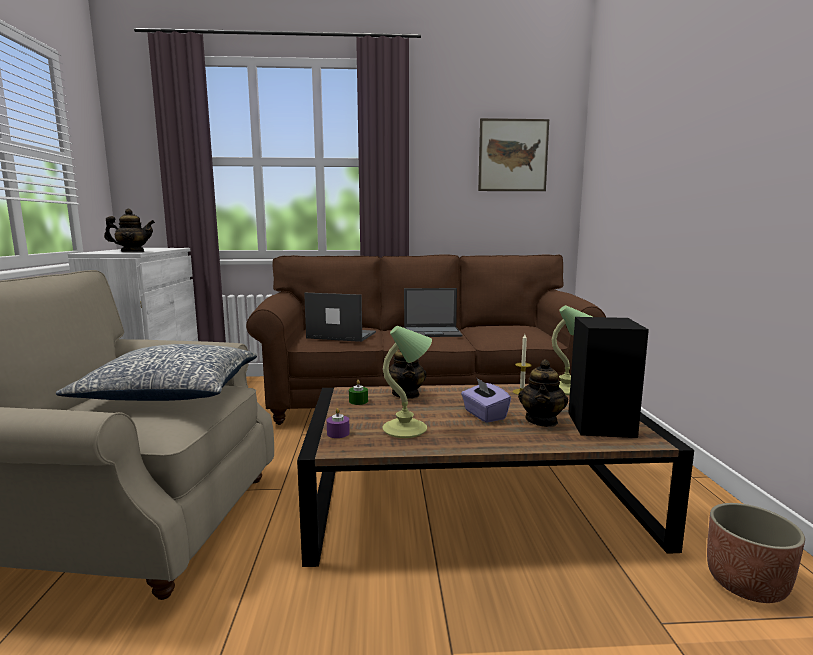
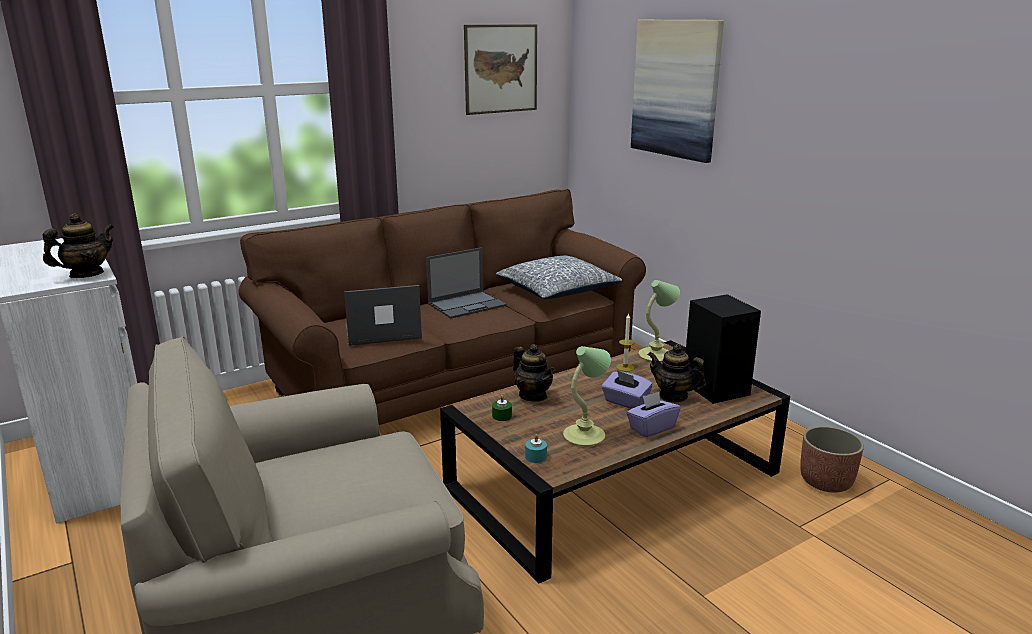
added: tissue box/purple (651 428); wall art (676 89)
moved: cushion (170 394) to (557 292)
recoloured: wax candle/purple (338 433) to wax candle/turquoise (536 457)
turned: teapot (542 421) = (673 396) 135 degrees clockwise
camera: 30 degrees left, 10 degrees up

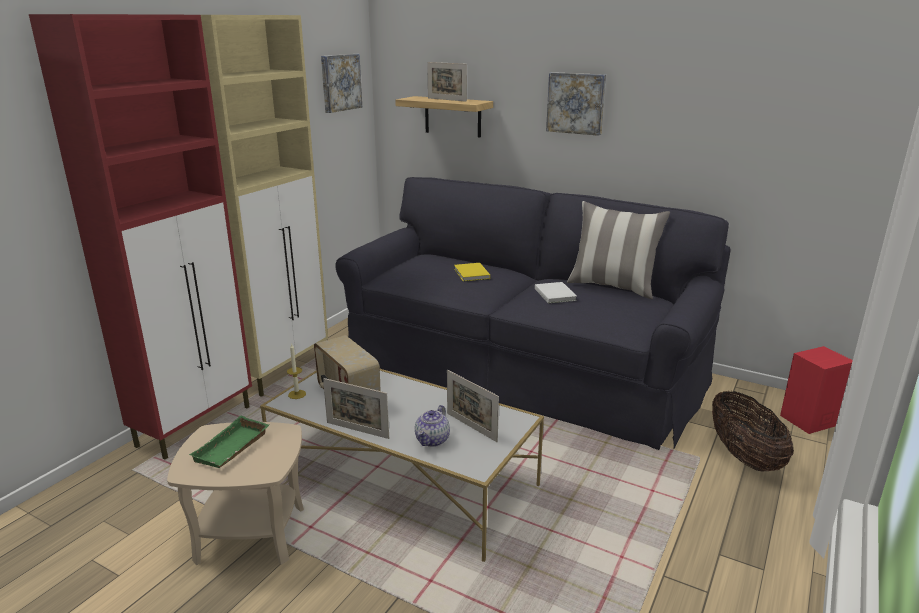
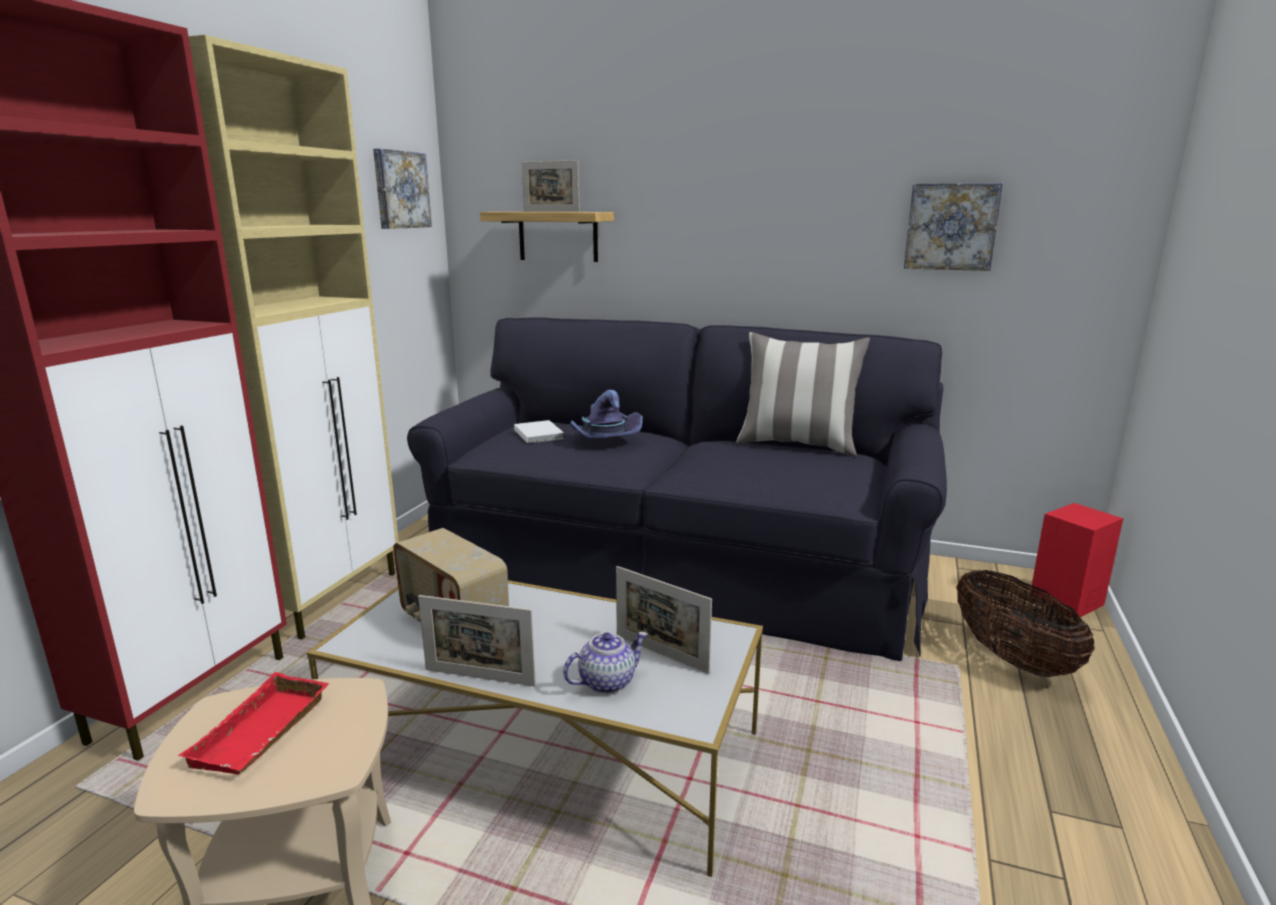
removed: wax candle (297 394)
moved: bound book/white (555 294) to (539 434); wall art (576 103) to (951 226)
replaced: bound book/yellow (471 274) to wearable hat/purple (604 440)
recoloured: carrying tray/green (232 448) to carrying tray/red-coloured (263 733)
turned: teapot (432 440) = (607 681) 135 degrees counterclockwise
camera: 10 degrees left, 5 degrees down

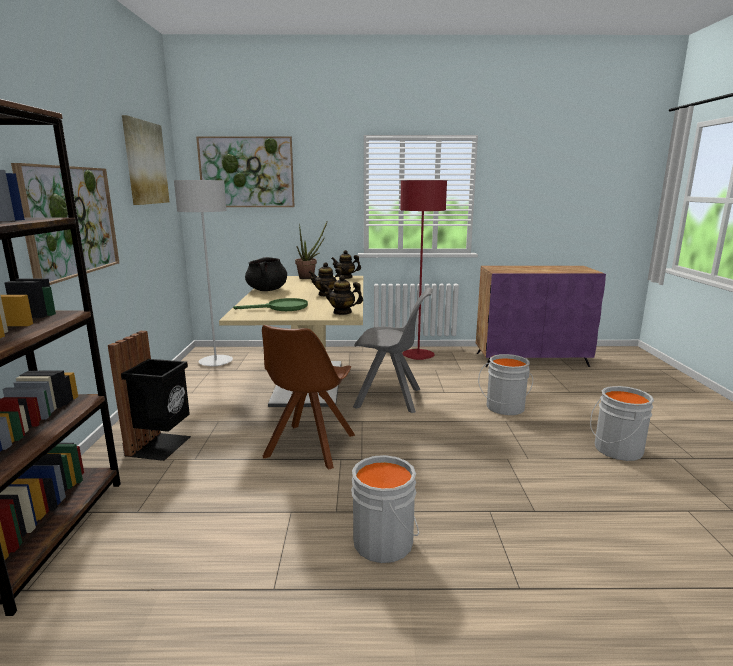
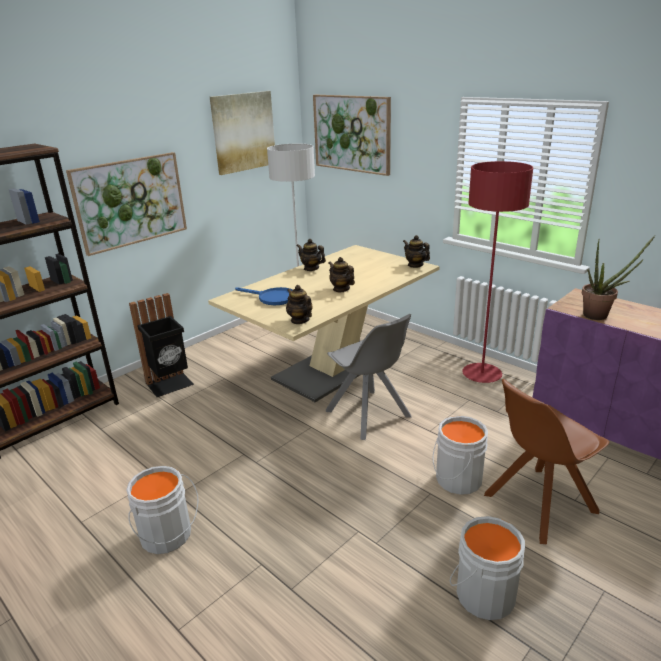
moved: upright chair/brown (309 447) to (537 504); potted plant (309 277) to (600 315)
replaced: cooking pot/black-coloured (267 290) to teapot (311 268)
recoloured: skillet/green (282 308) to skillet/blue (272 298)
camera: 45 degrees right, 10 degrees up

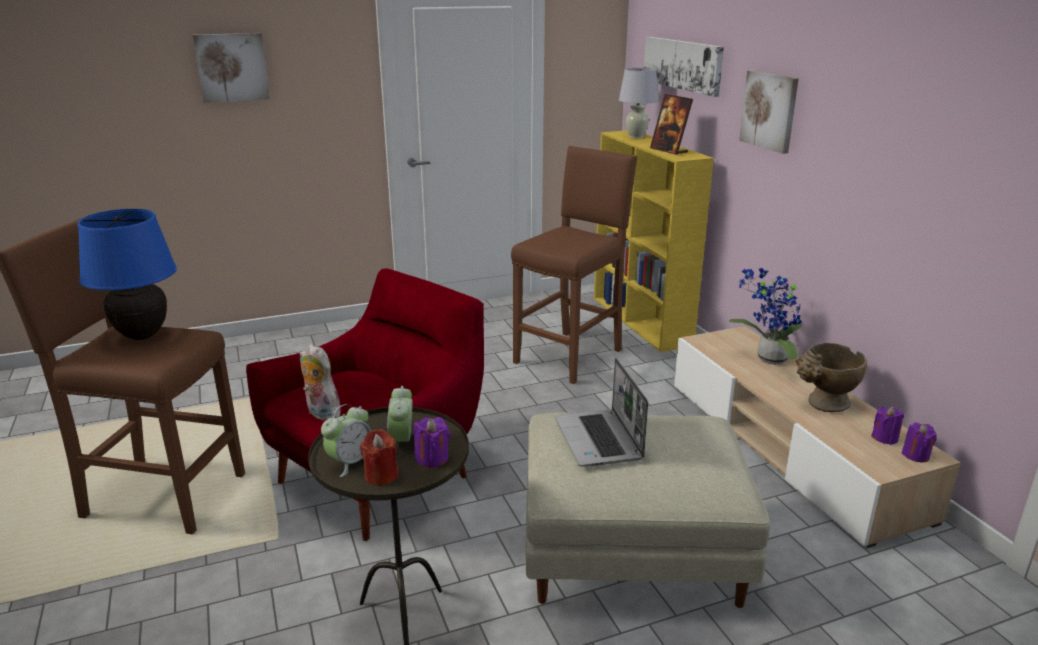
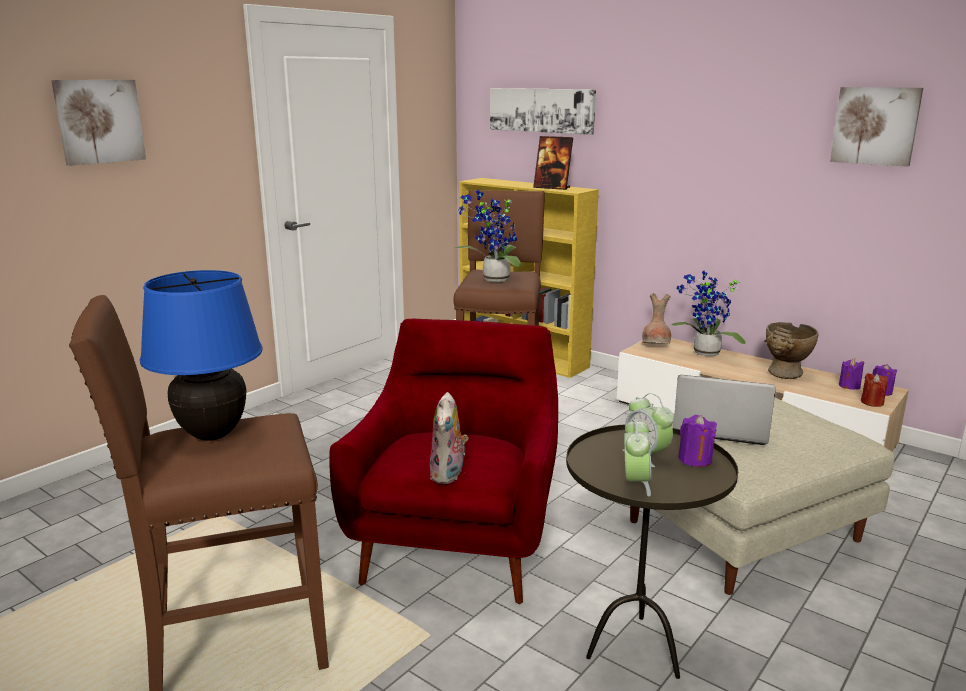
removed: table lamp/white (636 137)
added: potted plant (493 280); vase/brown (656 346)
moved: wax candle/red-coloured (381 476) to (872 402); wall art (769 111) to (875 126)
turned: cuddly toy (320 413) = (449 475) 90 degrees counterclockwise; notebook computer (599 440) = (718 428) 150 degrees clockwise
camera: 30 degrees left, 5 degrees down

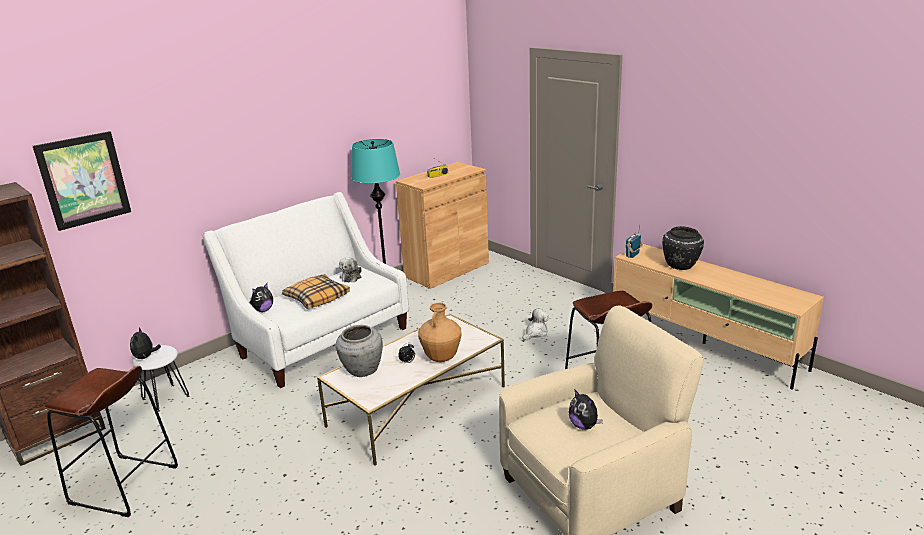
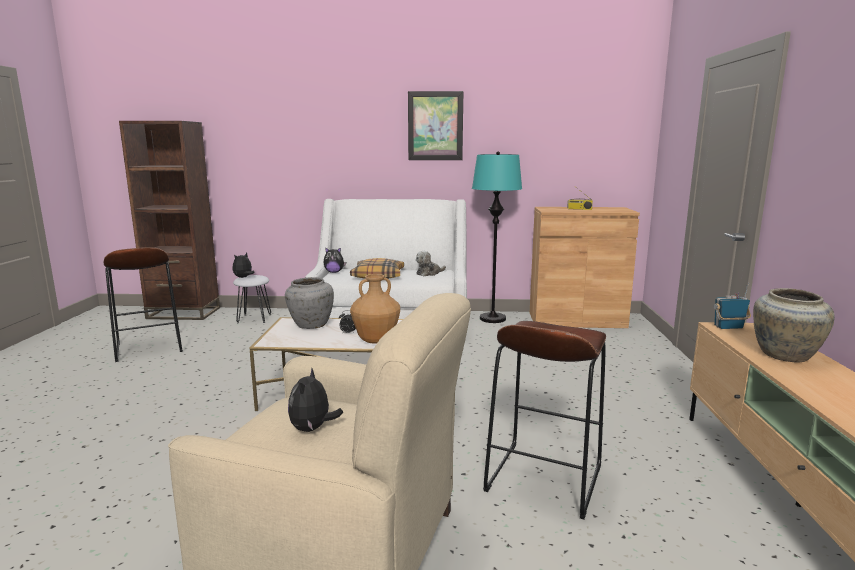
removed: cuddly toy (535 333)
moved: wall art (84 180) to (435 126)
recoloured: vase/black-coloured (680 266) to vase/sand-coloured (784 356)
camera: 45 degrees right, 10 degrees down

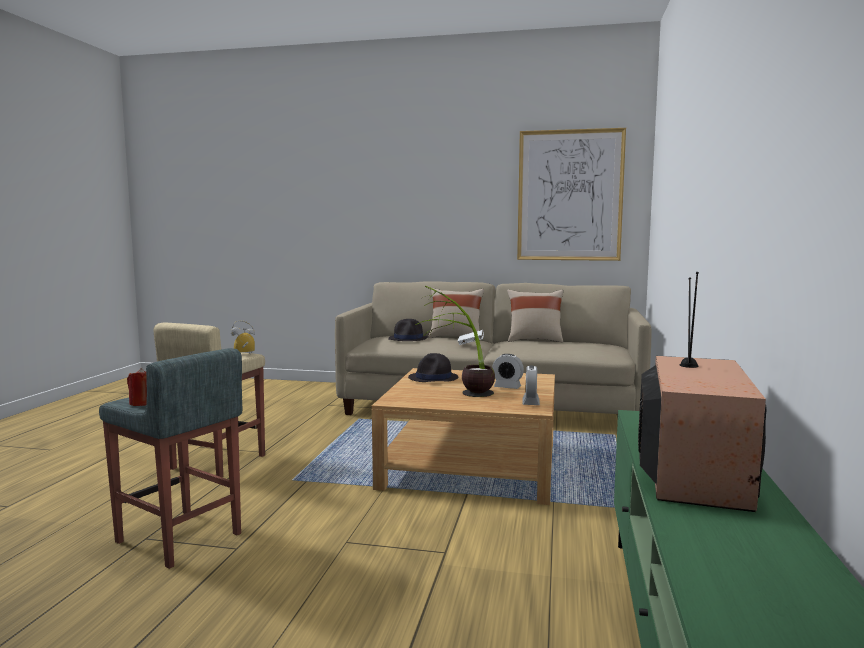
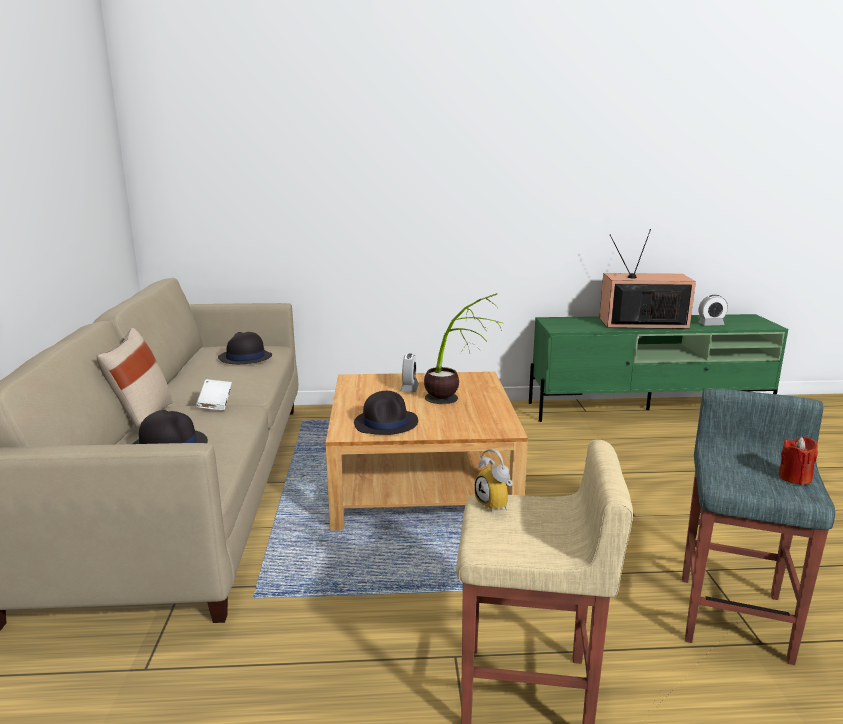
removed: cushion/sand-coloured (534 340); wall art (569 195)
added: wearable hat/black-coloured (245 357)
moved: bedside clock (530 402) to (711 324)
camera: 105 degrees left, 10 degrees up

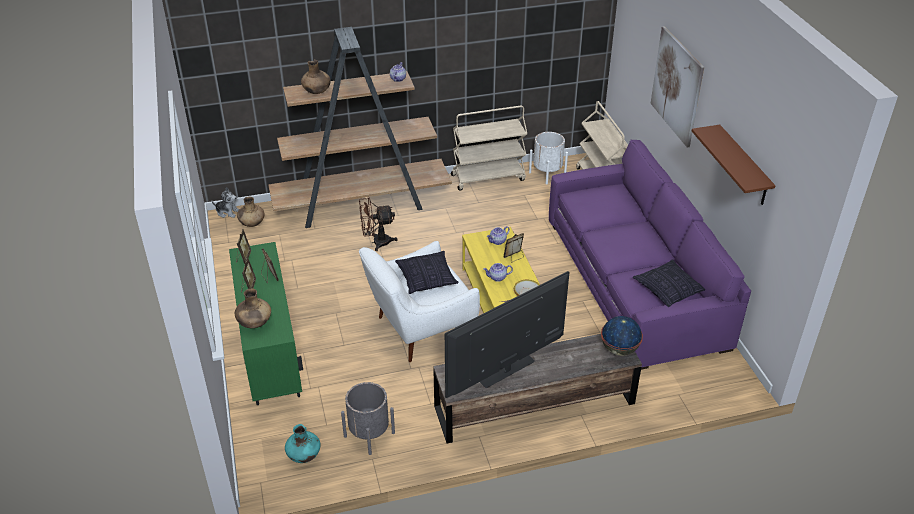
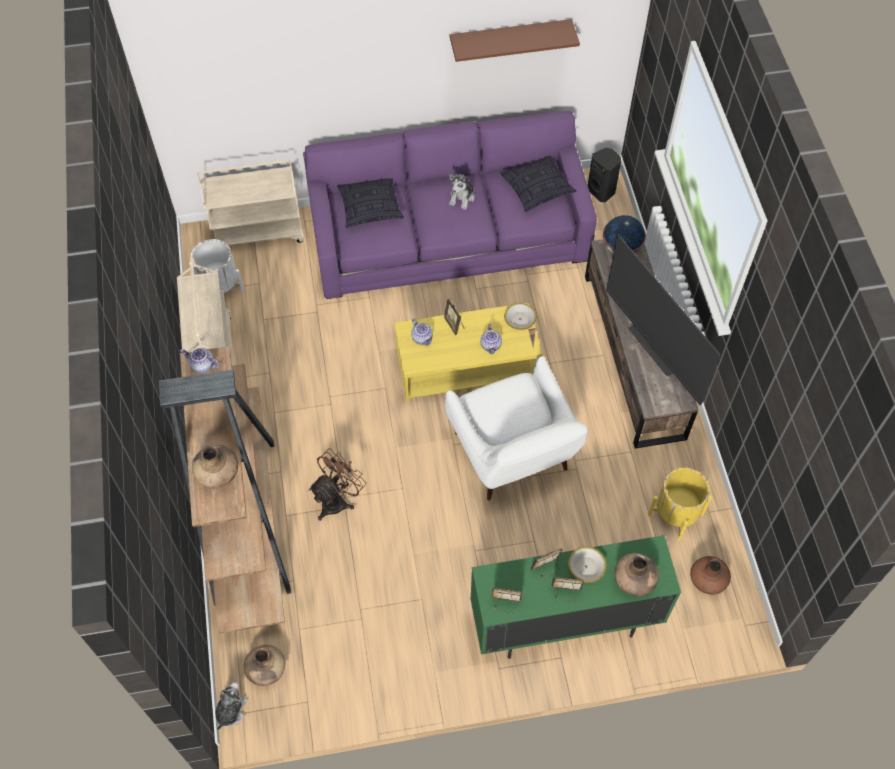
removed: wall art (677 86)
added: cuddly toy (462 197); serving bowl (586 567); loudspeaker/black-coloured (602 191)
moved: cushion (426 279) to (370 207)
recoloured: vase/turquoise (304 456) to vase/brown (707 581); planter/grey (369 434) to planter/yellow (676 514)
turned: electric fan/brown (376 242) = (337 500) 135 degrees counterclockwise
camera: 85 degrees left, 20 degrees up

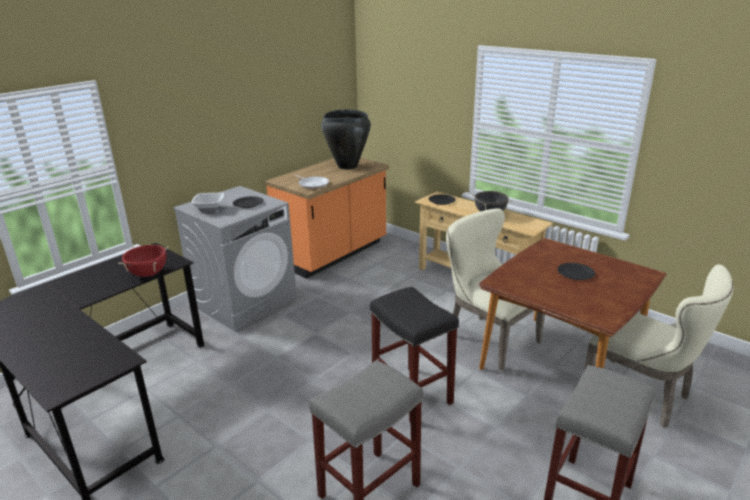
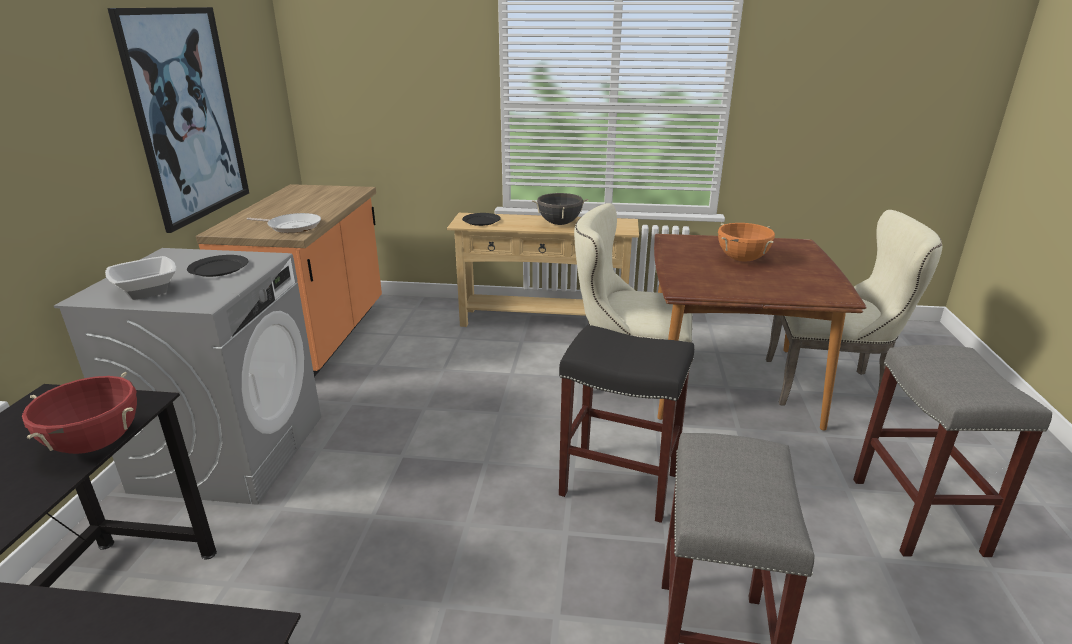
removed: vase/black-coloured (347 166)
added: wall art (187 116)
replaced: dinner plate/black-coloured (576 273) to cooking pot/orange-coloured (742 259)
camera: 35 degrees left, 0 degrees up

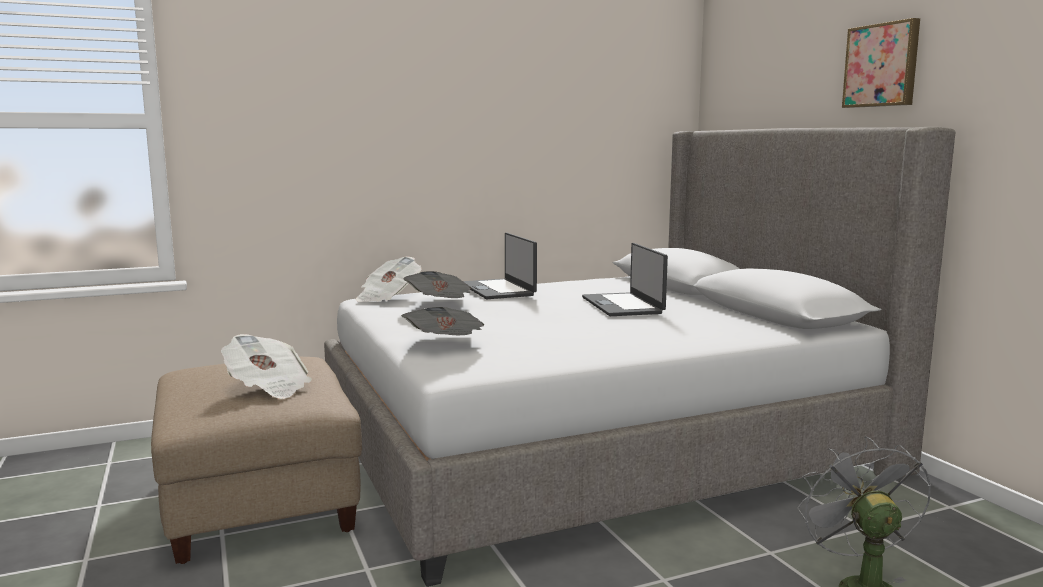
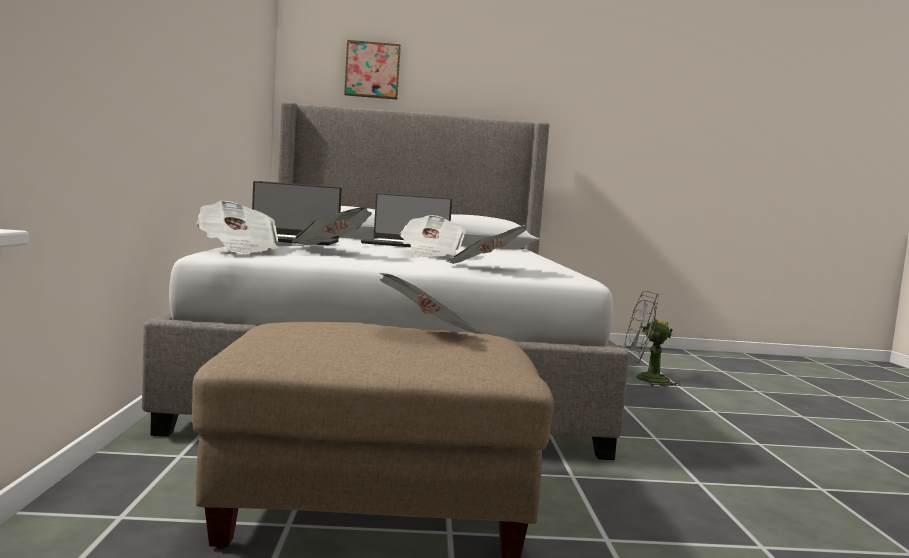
added: daily paper (430 255)
moved: wall art (882 65) to (372 70)
camera: 70 degrees left, 5 degrees down

